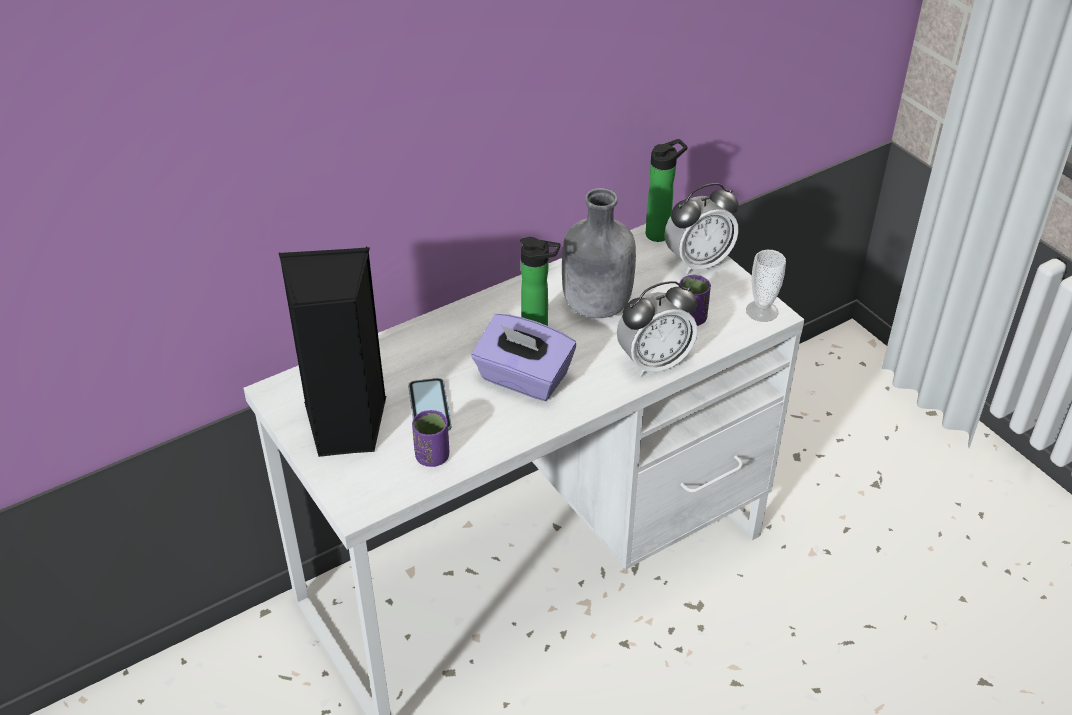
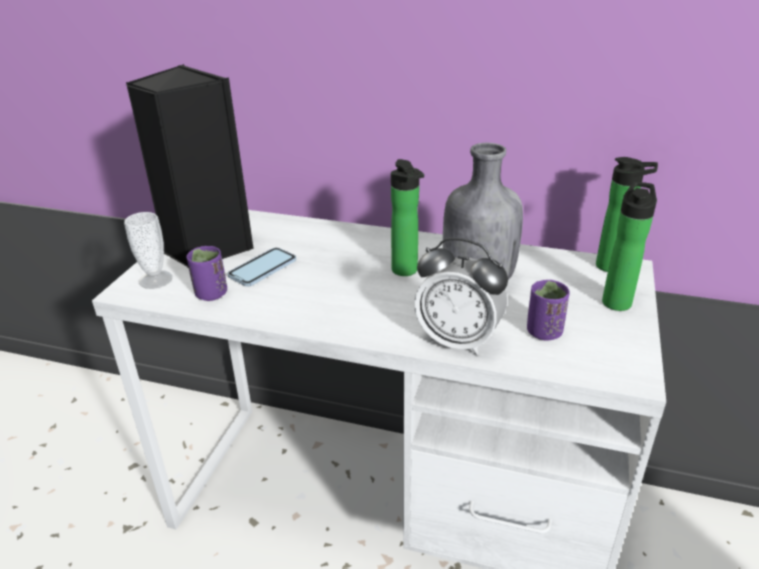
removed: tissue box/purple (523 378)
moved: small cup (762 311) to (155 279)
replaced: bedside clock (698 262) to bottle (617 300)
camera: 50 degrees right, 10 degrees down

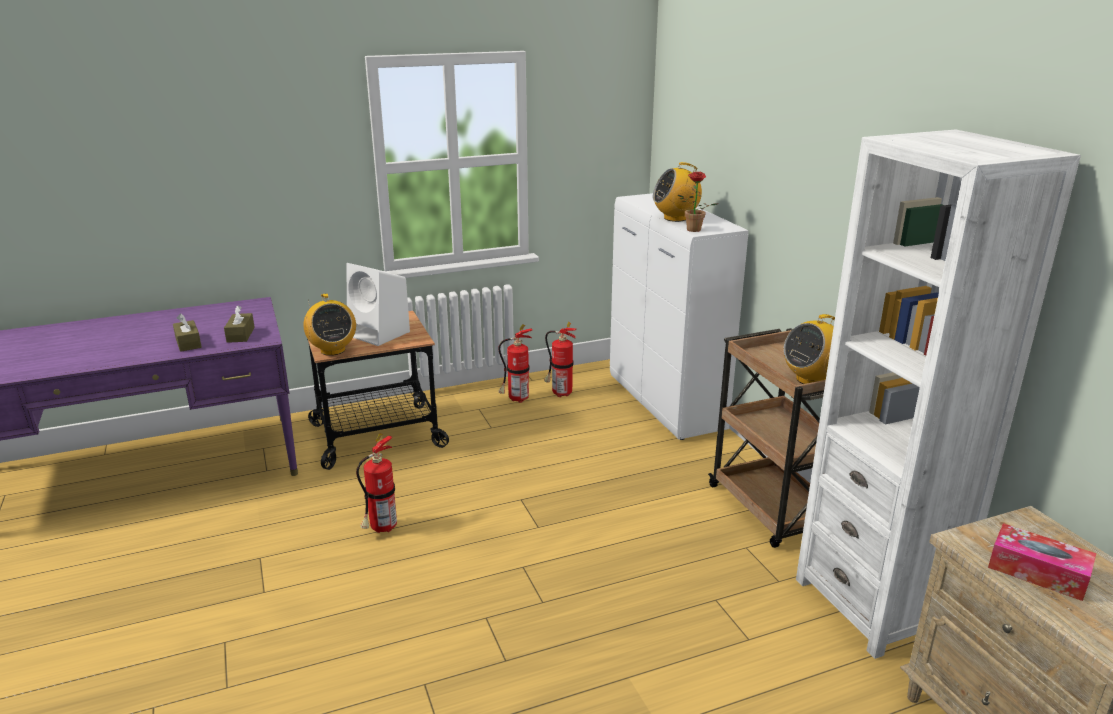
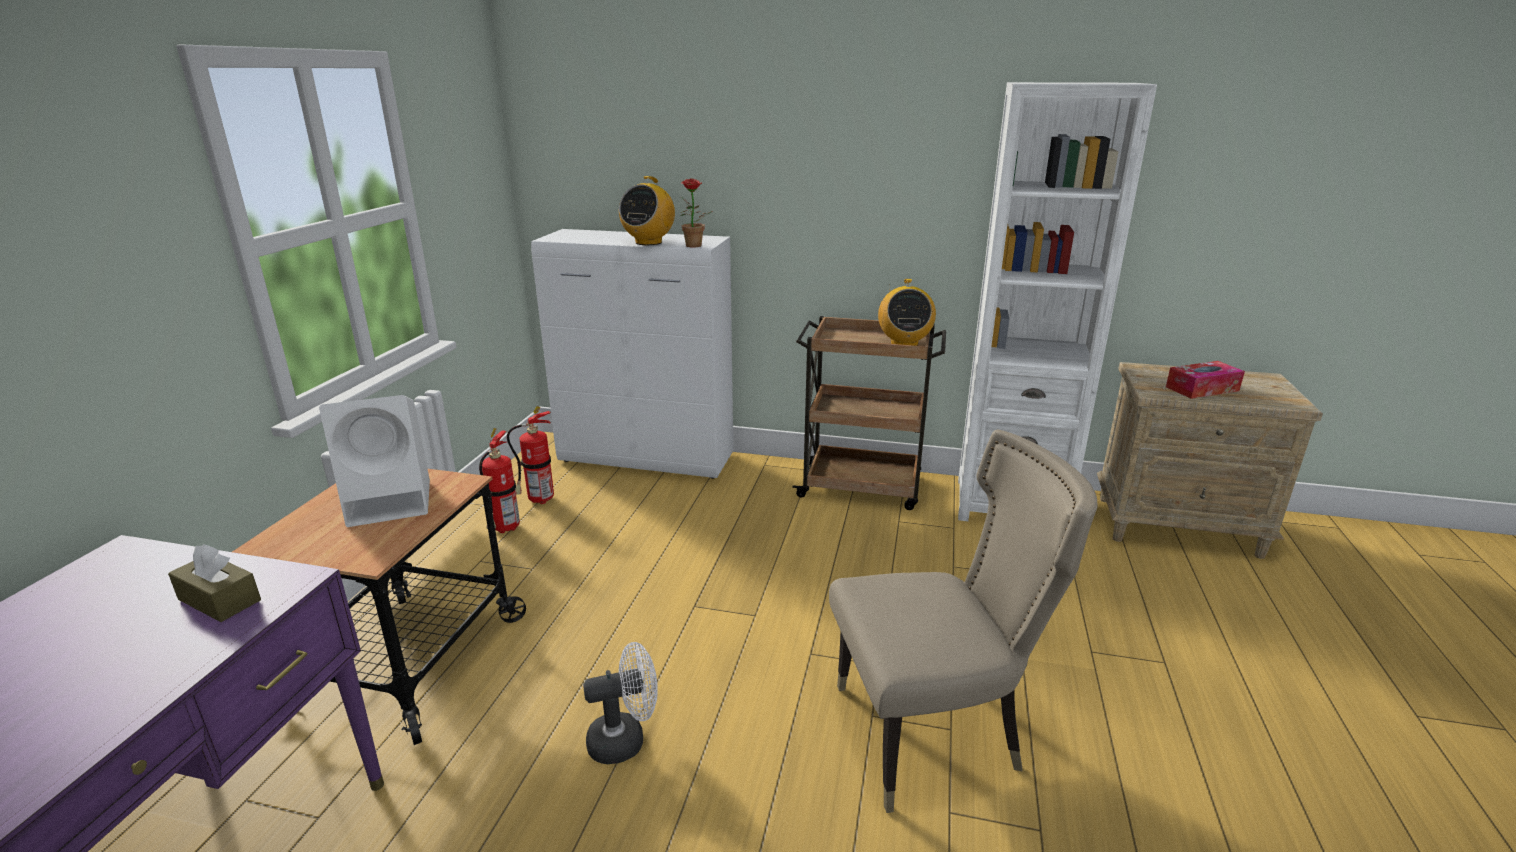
removed: tissue box/brown (188 343); radio set (332 350)
added: upright chair/sand-coloured (934 733)
replaced: extinguisher (381 529) to electric fan/white (625 740)
camera: 55 degrees left, 0 degrees up

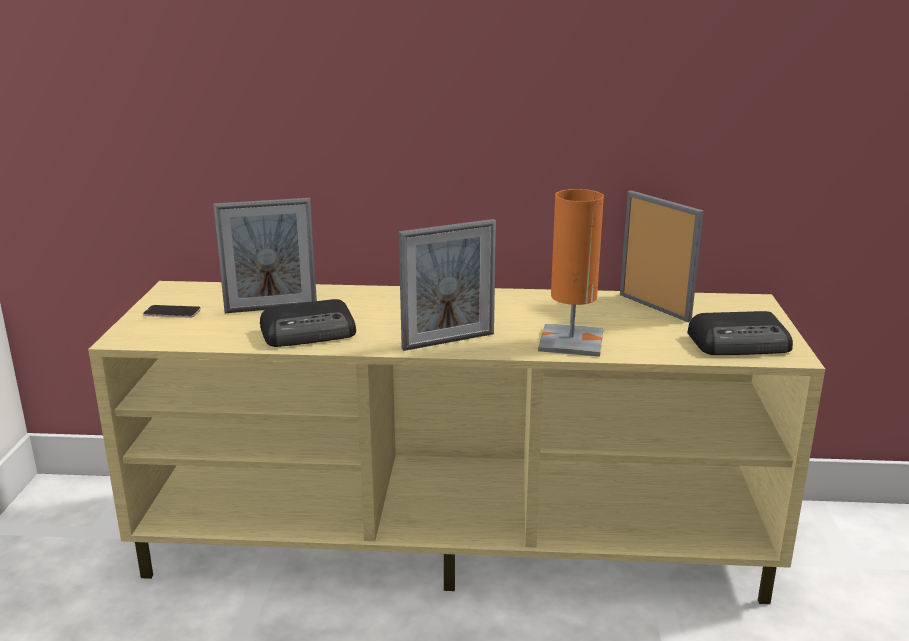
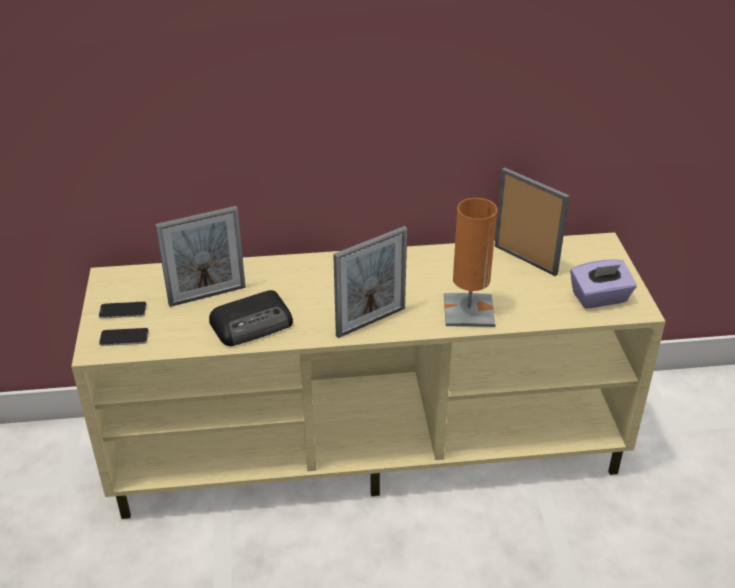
added: phone (124 337)
replaced: radio set (741 343) to tissue box/purple (599 298)
camera: 10 degrees left, 15 degrees up

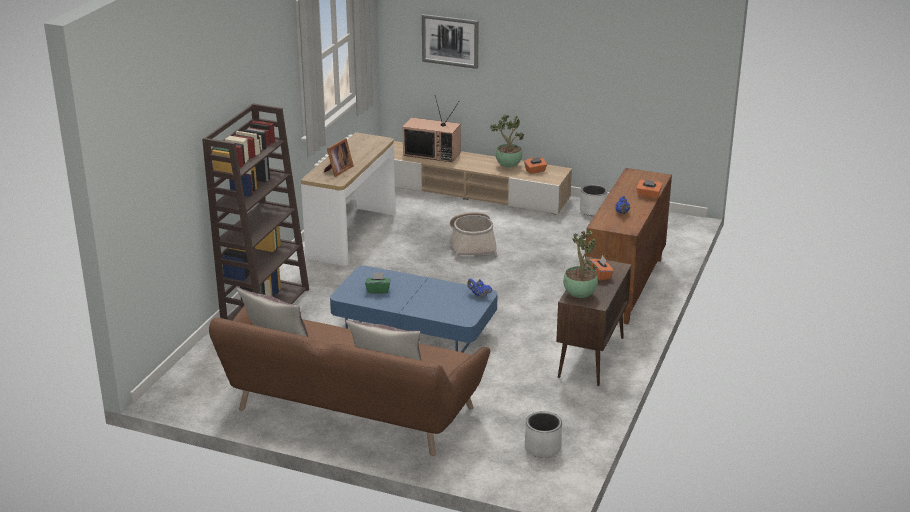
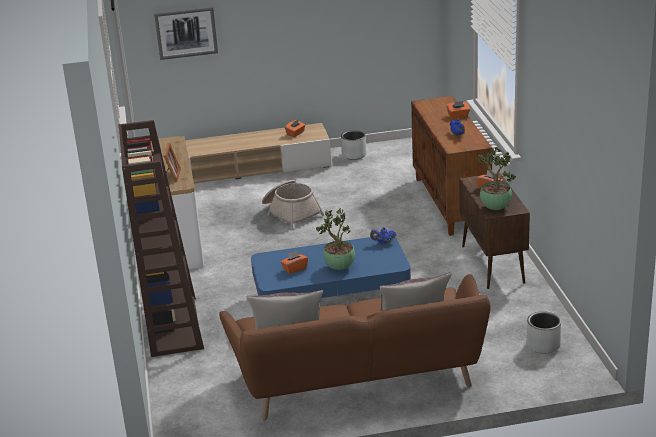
removed: TV (433 153)
moved: potted plant (507 166) to (339 268)
recoloured: tissue box/green (378 290) to tissue box/orange-coloured (295 269)
camera: 30 degrees left, 0 degrees up

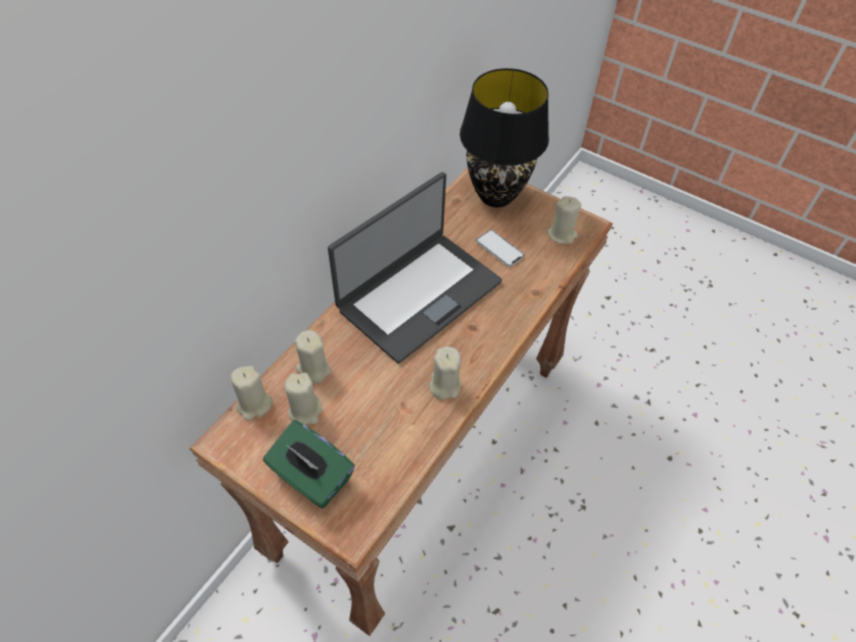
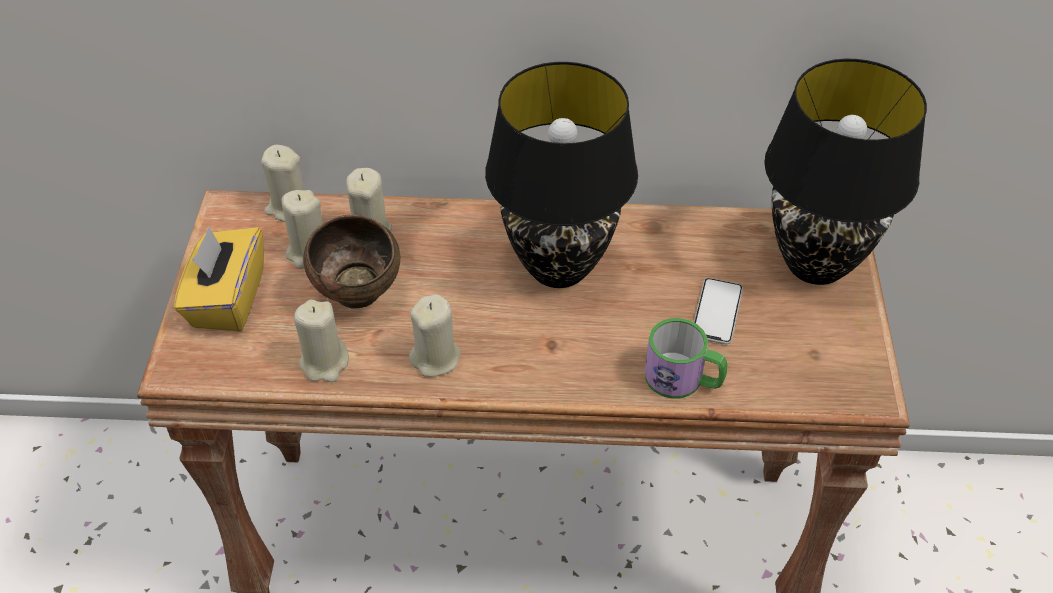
added: serving bowl/brown (360 296); mug (683 380)
moved: wax candle/sand-coloured (562 234) to (324 363)
replaced: notebook computer (418 294) to table lamp/black-coloured (559 267)
recoloured: tissue box/green (311 477) to tissue box/yellow (227 300)
camera: 60 degrees right, 5 degrees down

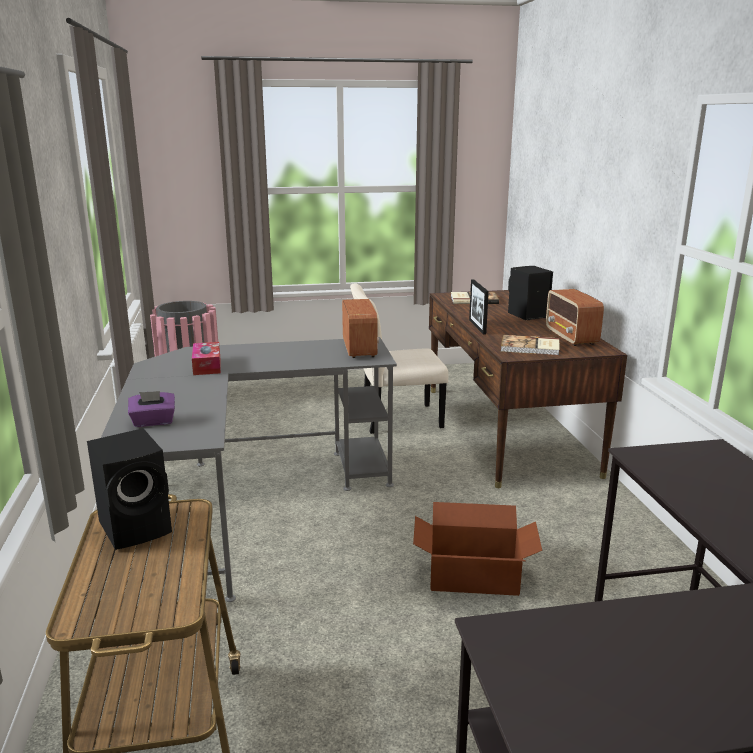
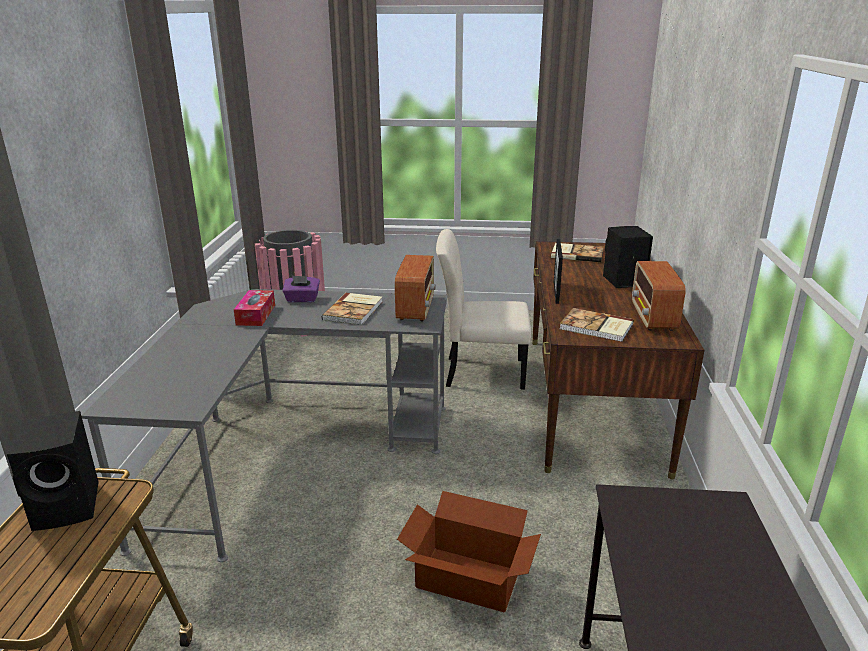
added: bound book (354 310)
moved: tissue box/purple (153 422) to (302 299)
camera: 15 degrees right, 5 degrees up

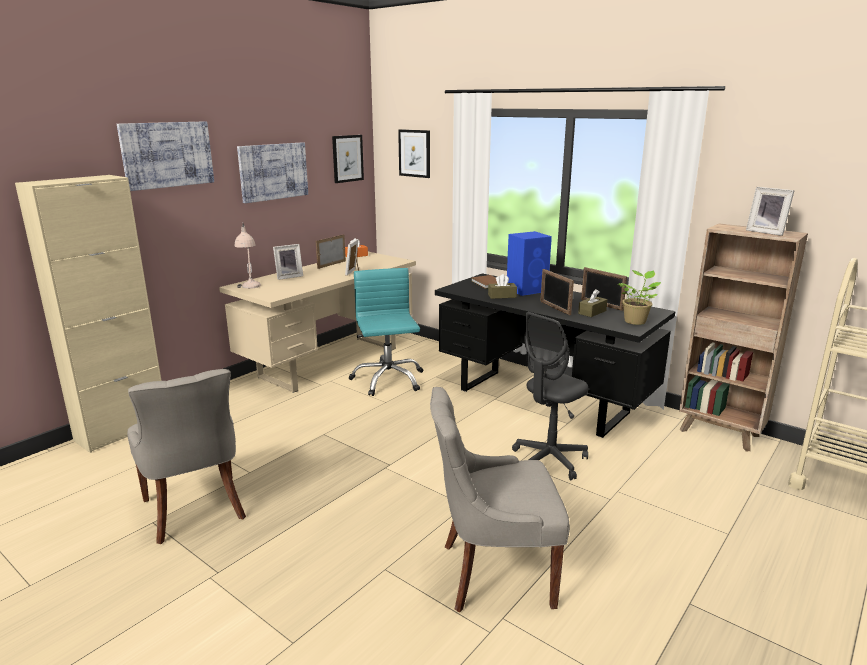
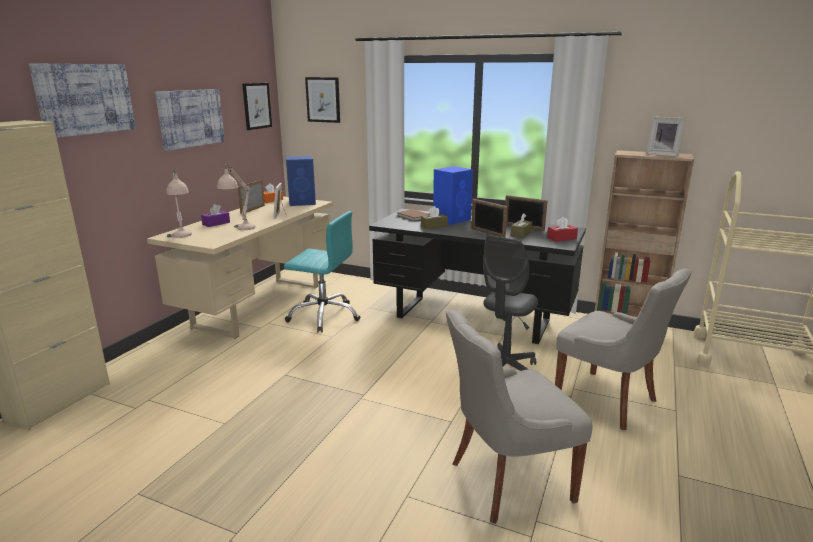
added: table lamp/sand-coloured (239 230); loudspeaker/blue (303 202)
moved: upright chair/grey (195 510) to (608 401)
replaced: picture frame (288 277) to tissue box/purple (216 223); potted plant (635 321) to tissue box/red-coloured (561 238)
turned: desk chair/turquoise (387 380) = (324 316) 135 degrees clockwise
camera: 15 degrees left, 0 degrees up

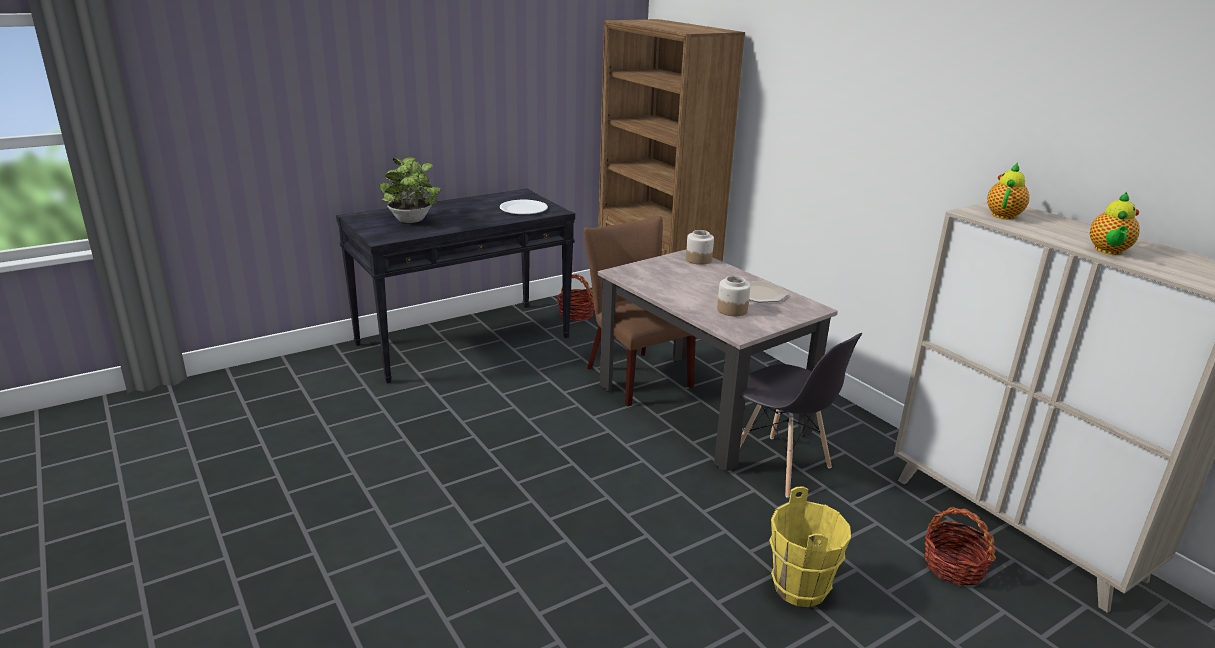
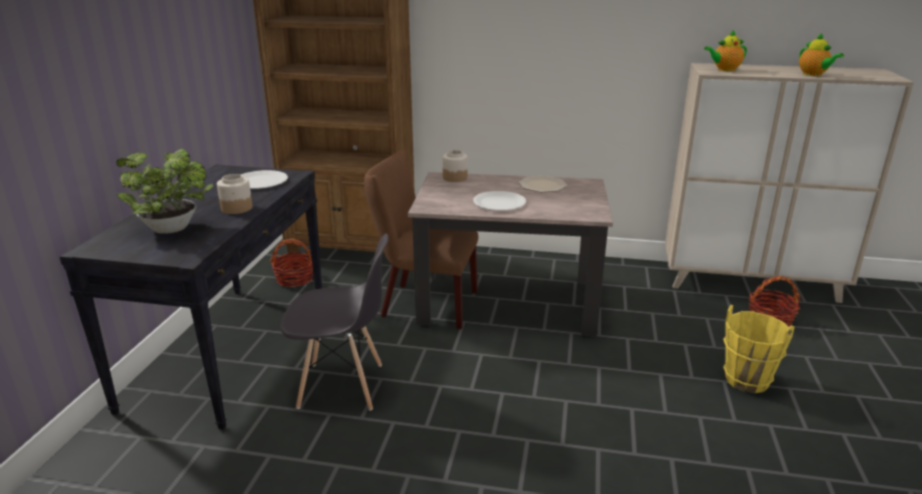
added: dinner plate/white (499 202)
moved: storage jar (731 310) to (236 208); upright chair/grey (780 466) to (342 386)
turned: teapot (1004 215) = (724 70) 90 degrees counterclockwise
camera: 45 degrees left, 0 degrees up

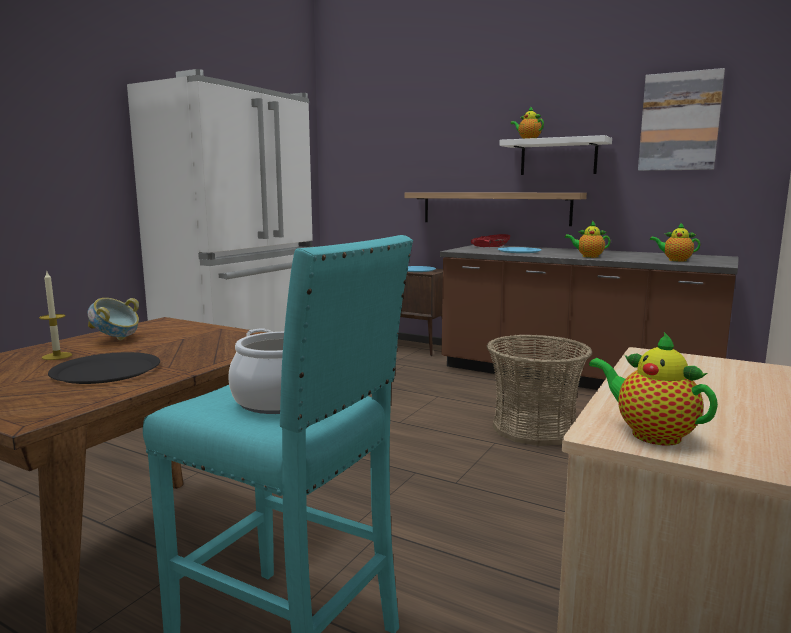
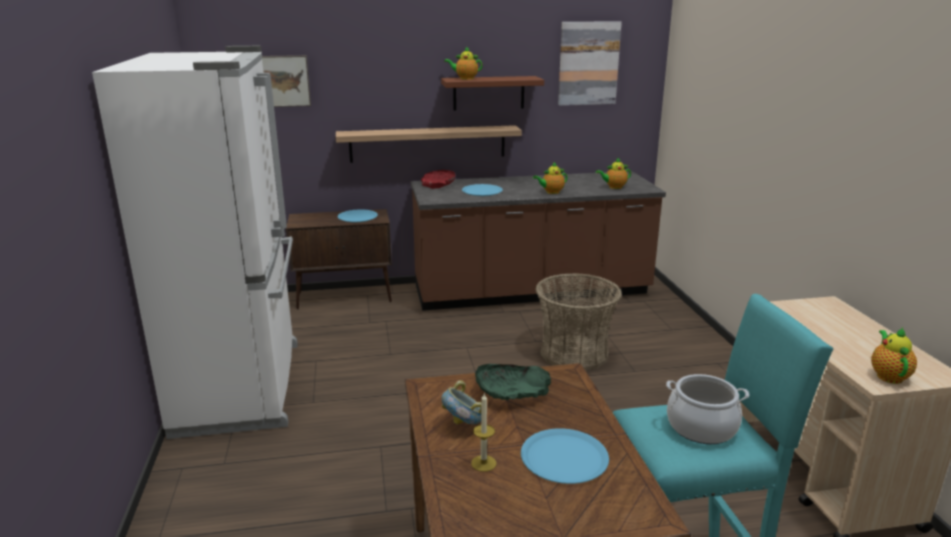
added: wall art (283 81); serving bowl/green (512 392)
recoloured: dinner plate/black-coloured (106 370) to dinner plate/blue (564 457); shelf/white (558 157) to shelf/brown (488 93)
turned: teapot (650 434) = (888 375) 90 degrees clockwise
camera: 40 degrees left, 10 degrees up

